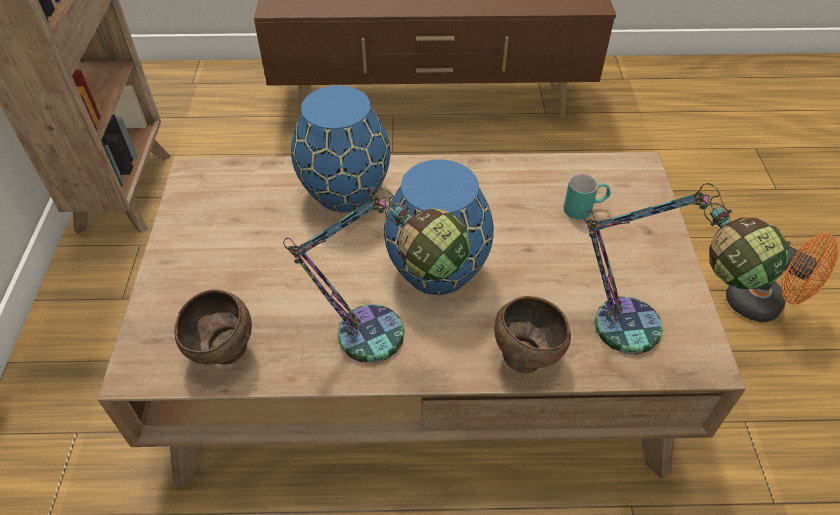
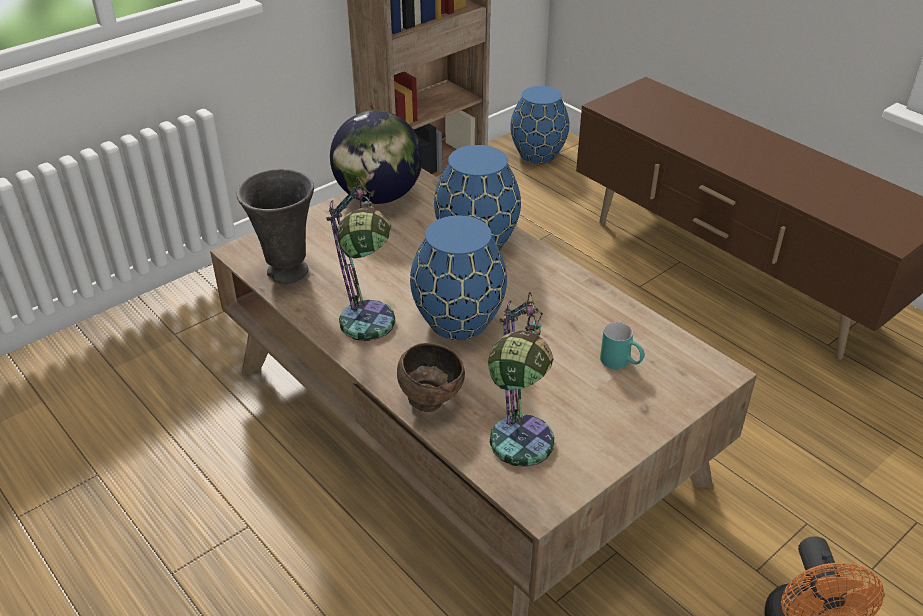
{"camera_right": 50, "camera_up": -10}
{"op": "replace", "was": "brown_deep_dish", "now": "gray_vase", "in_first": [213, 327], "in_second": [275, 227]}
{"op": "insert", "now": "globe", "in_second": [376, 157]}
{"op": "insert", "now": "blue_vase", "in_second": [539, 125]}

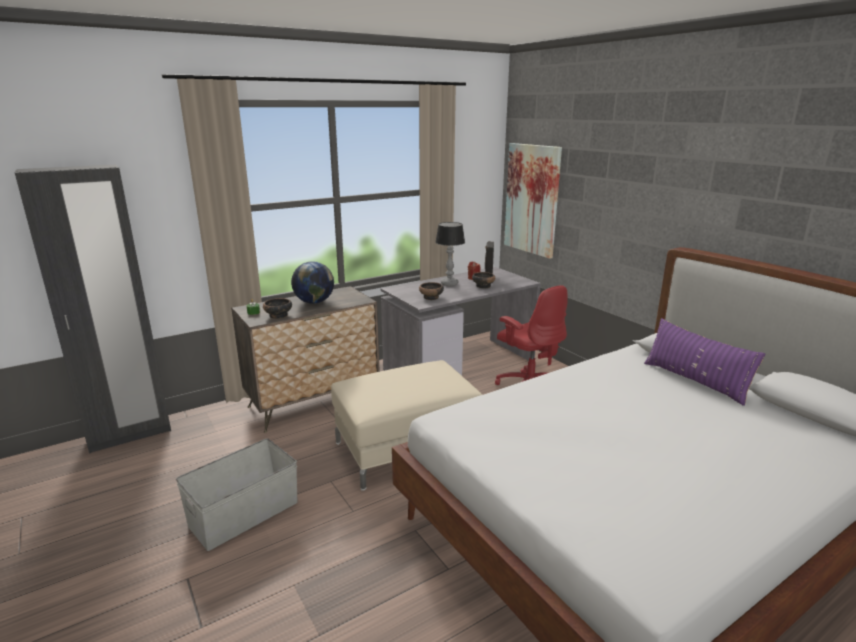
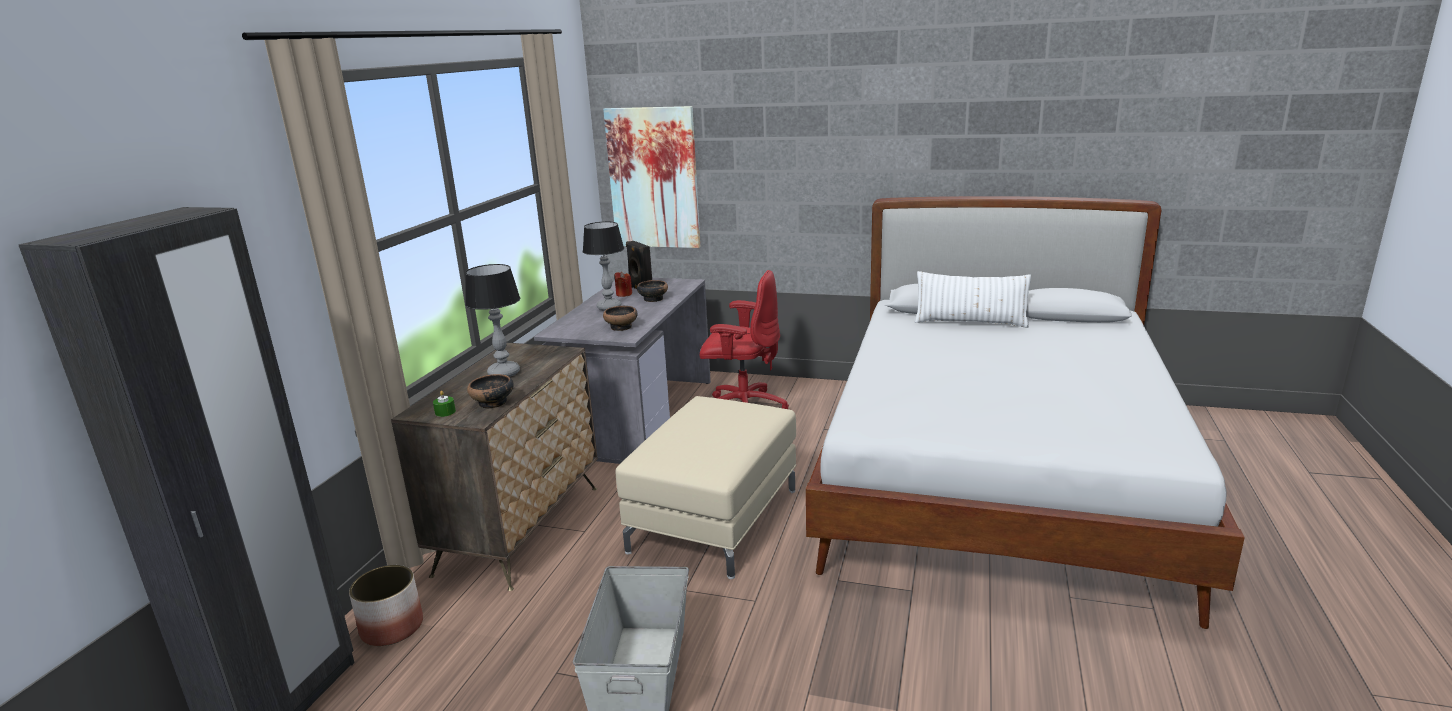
{"camera_right": -40, "camera_up": 0}
{"op": "replace", "was": "globe", "now": "table_lamp", "in_first": [312, 282], "in_second": [492, 320]}
{"op": "recolor", "was": "purple_throw_pillow", "now": "white-coloured_throw_pillow", "in_first": [704, 362], "in_second": [973, 299]}
{"op": "insert", "now": "planter", "in_second": [386, 605]}

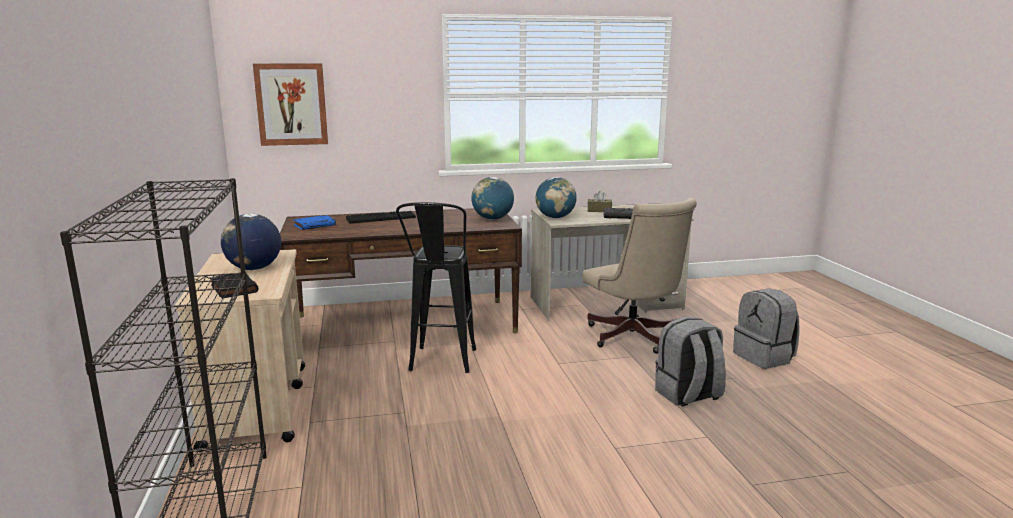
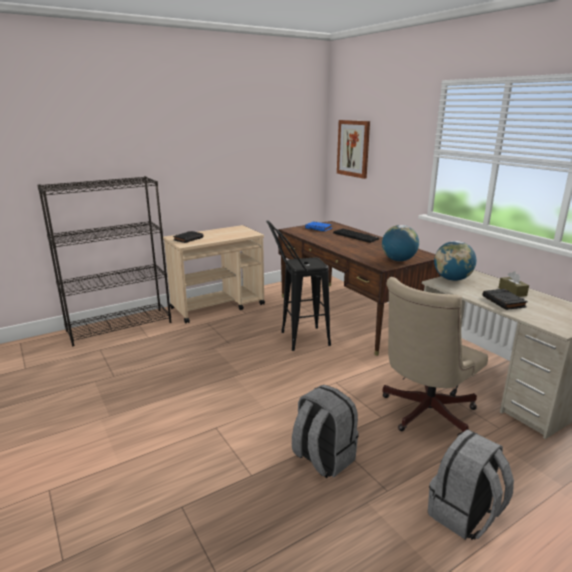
{"camera_right": 70, "camera_up": 5}
{"op": "delete", "was": "globe", "in_first": [251, 242]}

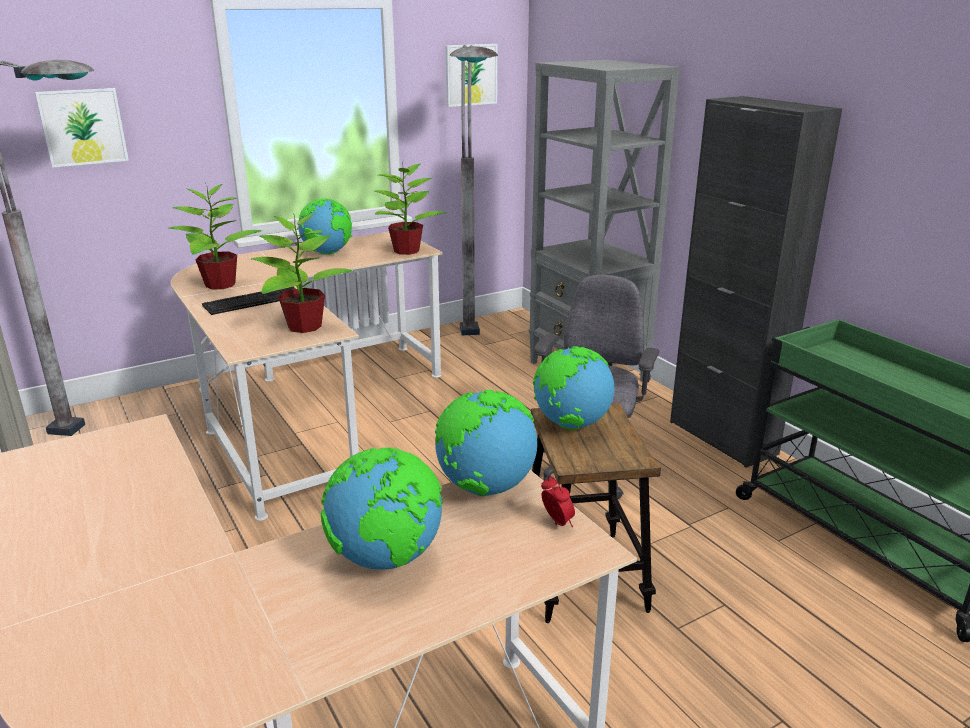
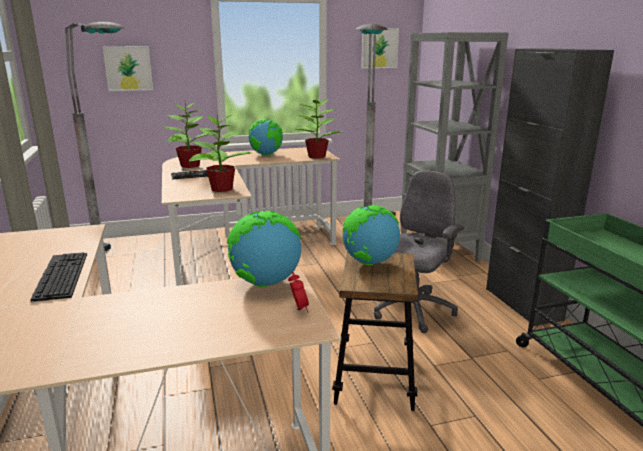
{"camera_right": 15, "camera_up": -5}
{"op": "delete", "was": "globe", "in_first": [382, 508]}
{"op": "insert", "now": "computer_keyboard", "in_second": [58, 277]}

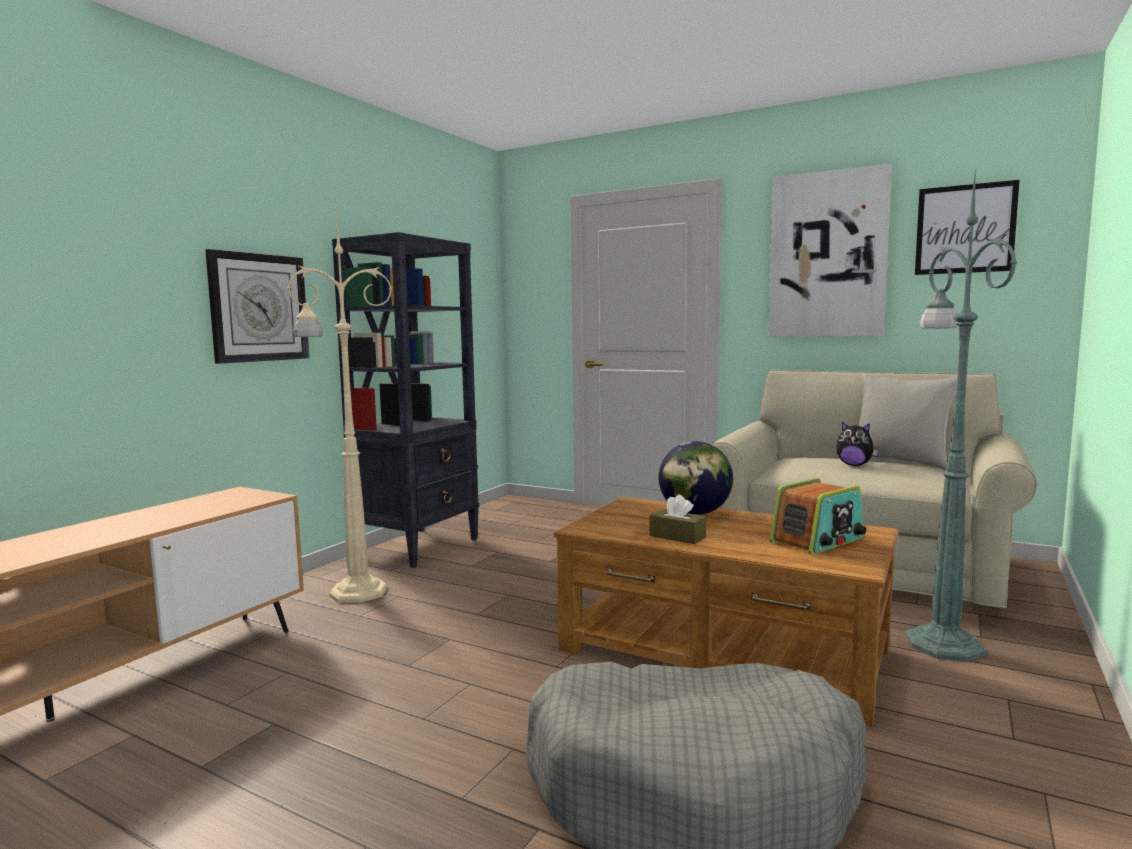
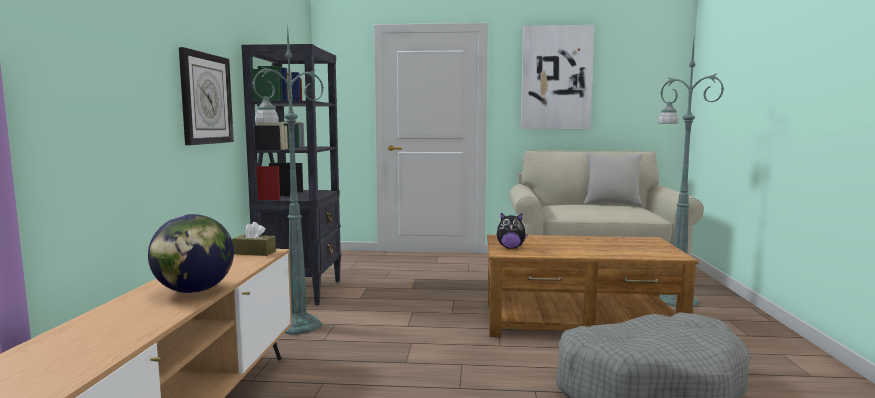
{"camera_right": -25, "camera_up": 0}
{"op": "recolor", "was": "beige-coloured_standard_lamp", "now": "greenish_standard_lamp", "in_first": [339, 406], "in_second": [288, 178]}
{"op": "move", "was": "brown_tissue_holder", "in_first": [678, 519], "in_second": [254, 239]}
{"op": "move", "was": "globe", "in_first": [696, 478], "in_second": [191, 253]}
{"op": "delete", "was": "radio_set", "in_first": [817, 516]}
{"op": "move", "was": "soft_toy", "in_first": [857, 444], "in_second": [512, 231]}
{"op": "delete", "was": "picture", "in_first": [967, 227]}

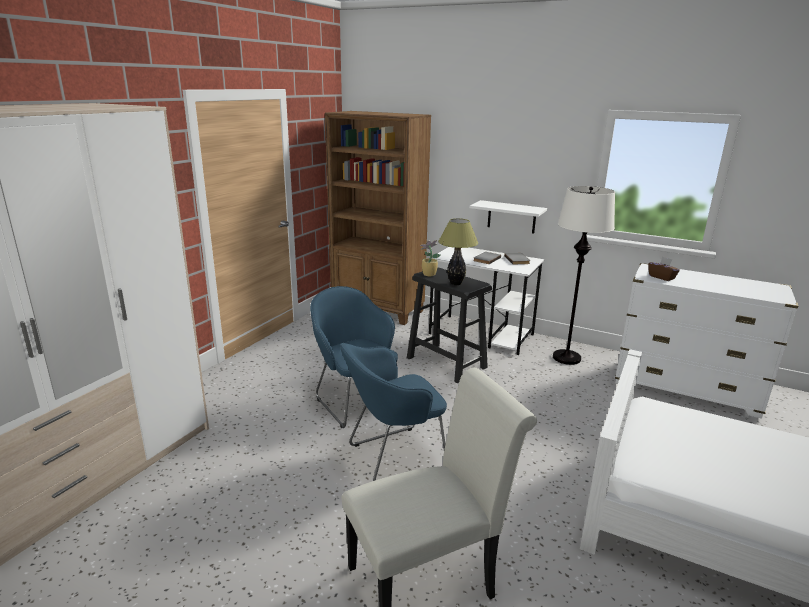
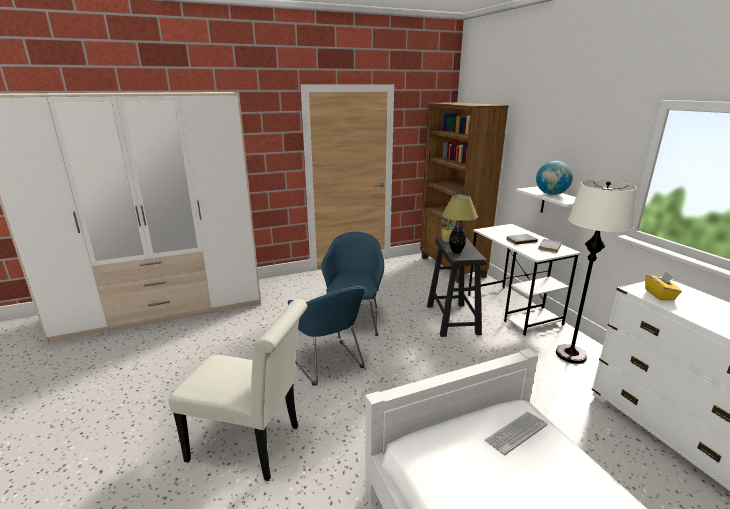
{"camera_right": 40, "camera_up": 0}
{"op": "rotate", "was": "blue_armchair", "in_first": [393, 412], "in_second": [327, 335], "clockwise": -135}
{"op": "recolor", "was": "brown_tissue_holder", "now": "yellow_tissue_holder", "in_first": [664, 269], "in_second": [663, 286]}
{"op": "insert", "now": "computer_keyboard", "in_second": [516, 433]}
{"op": "insert", "now": "globe", "in_second": [554, 178]}

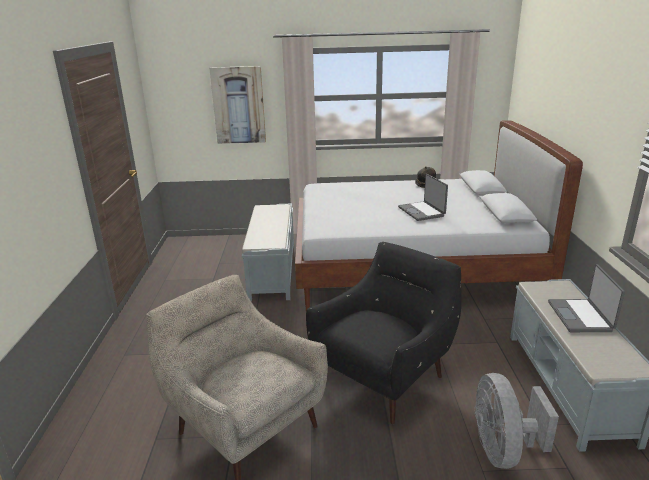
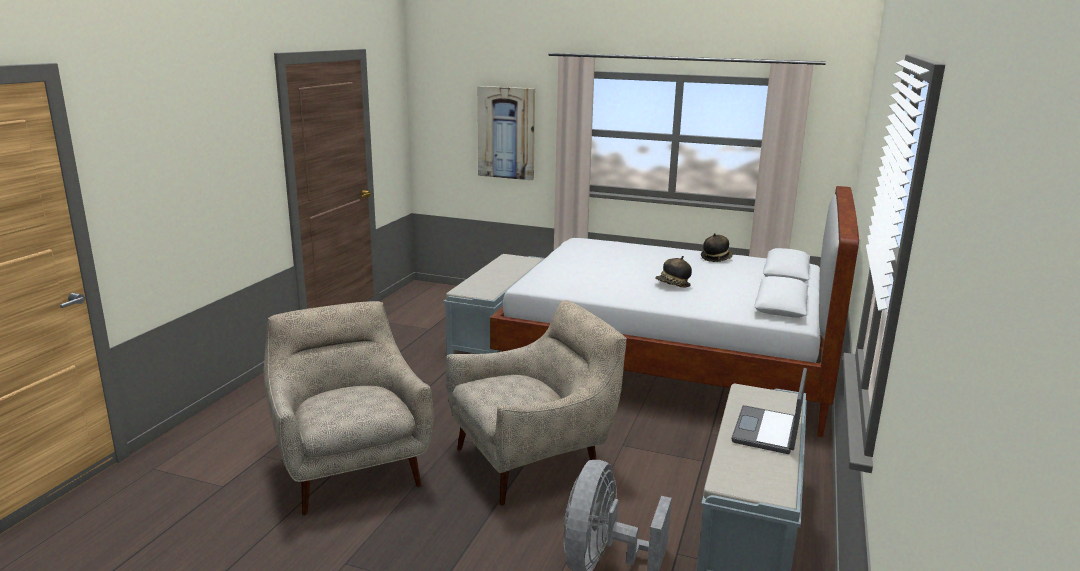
{"camera_right": 20, "camera_up": -5}
{"op": "recolor", "was": "blackish_armchair", "now": "beige-coloured_armchair", "in_first": [383, 333], "in_second": [536, 403]}
{"op": "replace", "was": "notebook_computer", "now": "clothing_hat", "in_first": [423, 197], "in_second": [673, 272]}

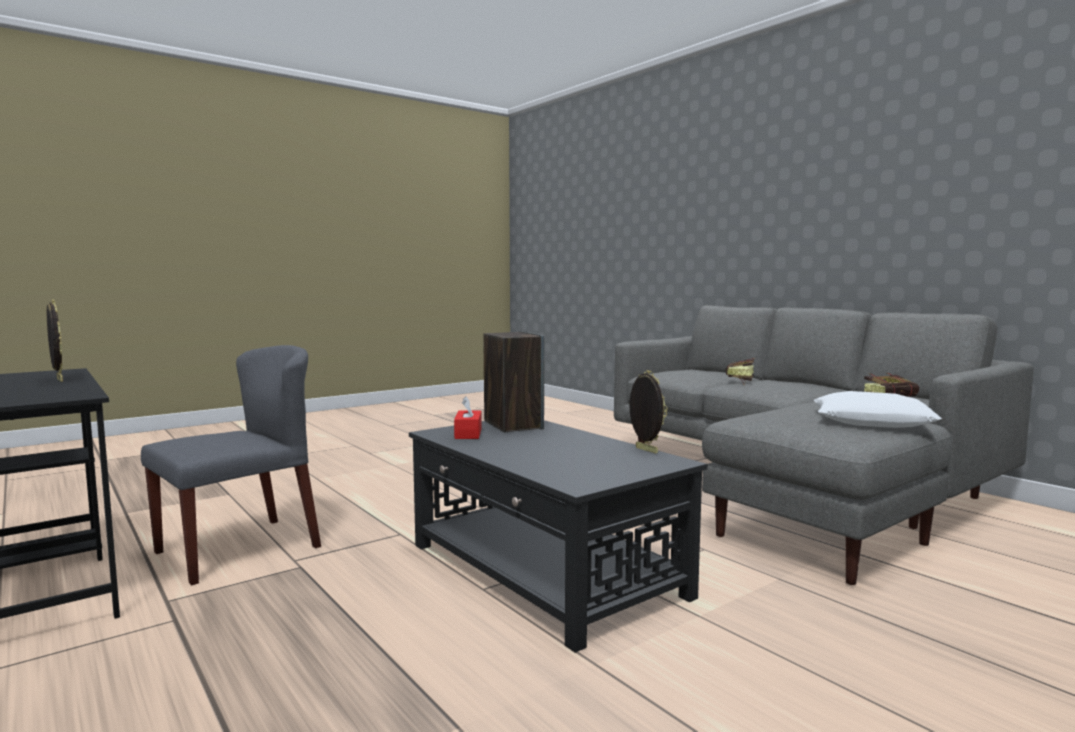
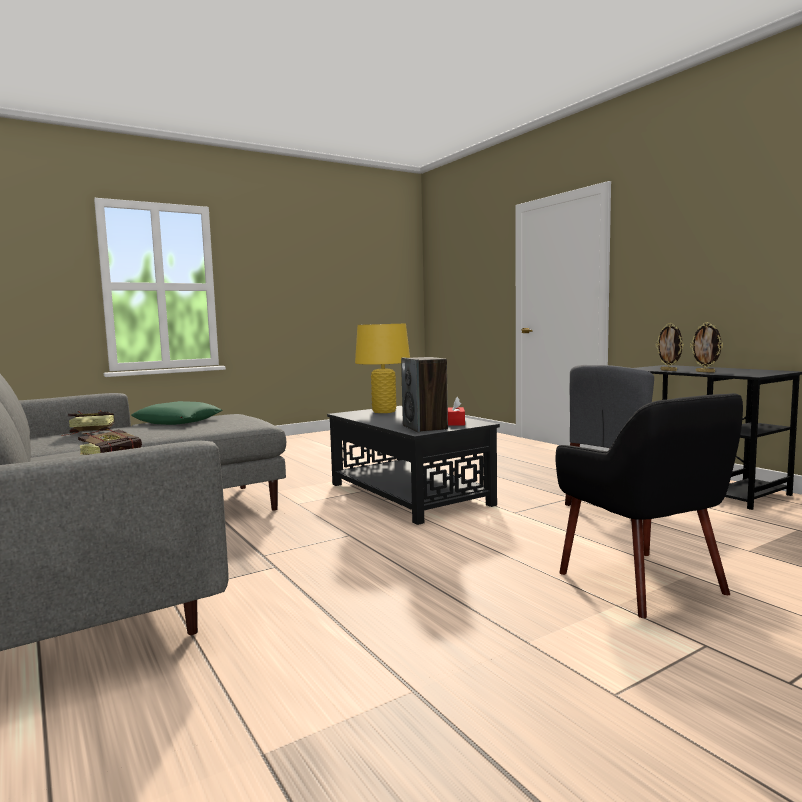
{"camera_right": -175, "camera_up": 0}
{"op": "move", "was": "picture_frame", "in_first": [648, 412], "in_second": [669, 347]}
{"op": "recolor", "was": "white-coloured_throw_pillow", "now": "greenish_throw_pillow", "in_first": [877, 409], "in_second": [176, 413]}
{"op": "insert", "now": "yellow_table_lamp", "in_second": [382, 368]}
{"op": "insert", "now": "blackish_armchair", "in_second": [649, 505]}

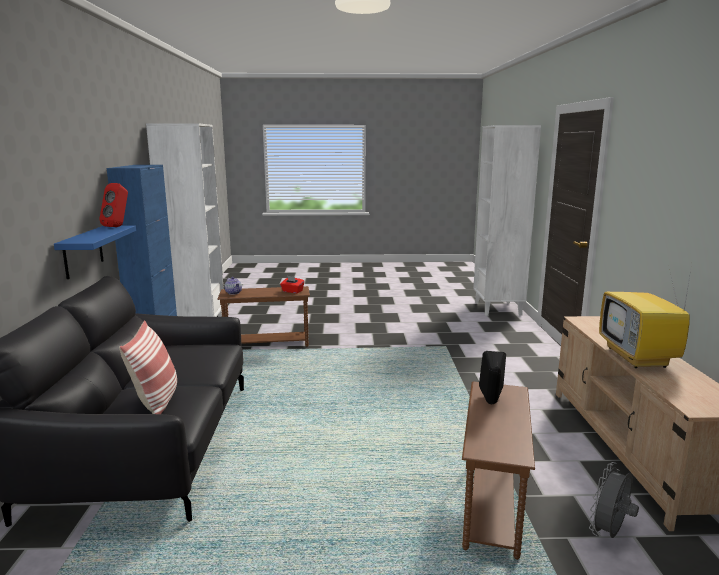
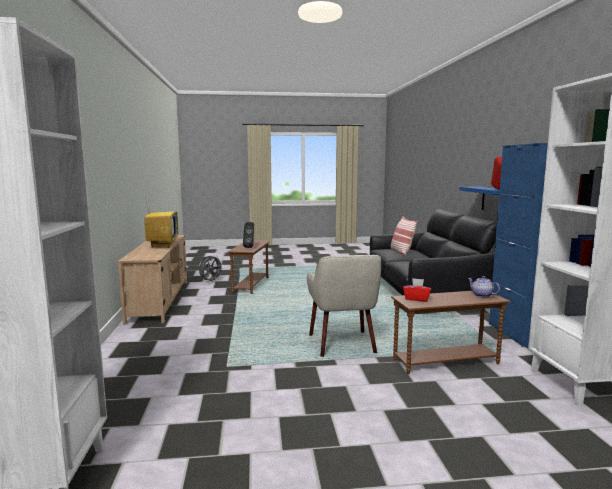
{"camera_right": 175, "camera_up": -5}
{"op": "insert", "now": "beige-coloured_armchair", "in_second": [344, 306]}

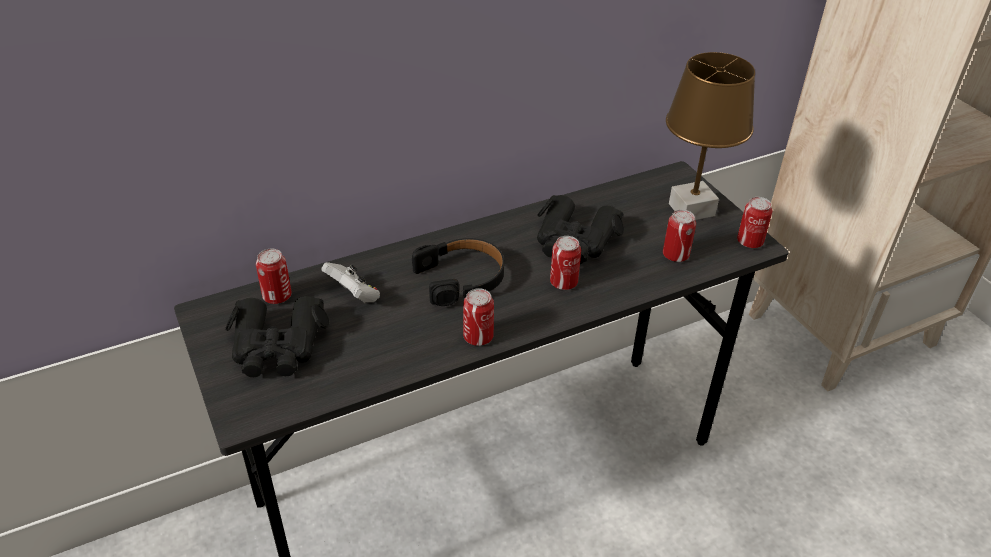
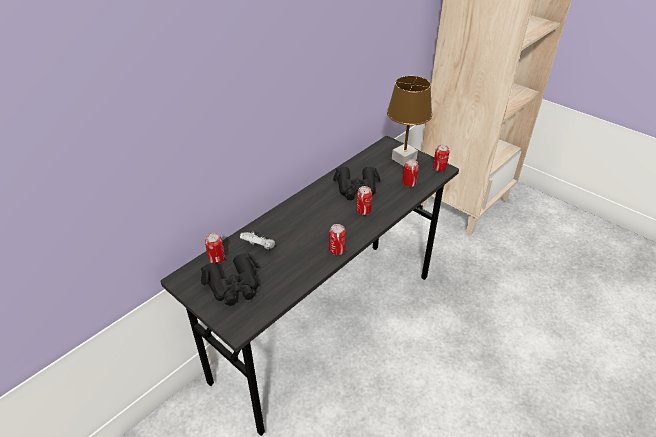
{"camera_right": -20, "camera_up": 0}
{"op": "delete", "was": "blackish_pair_of_headphones", "in_first": [458, 272]}

